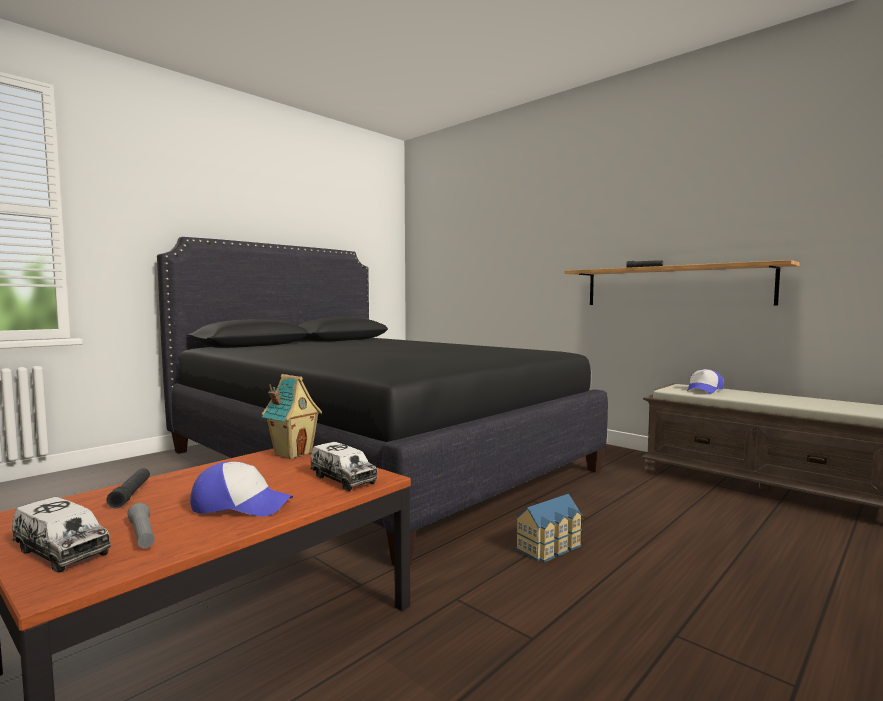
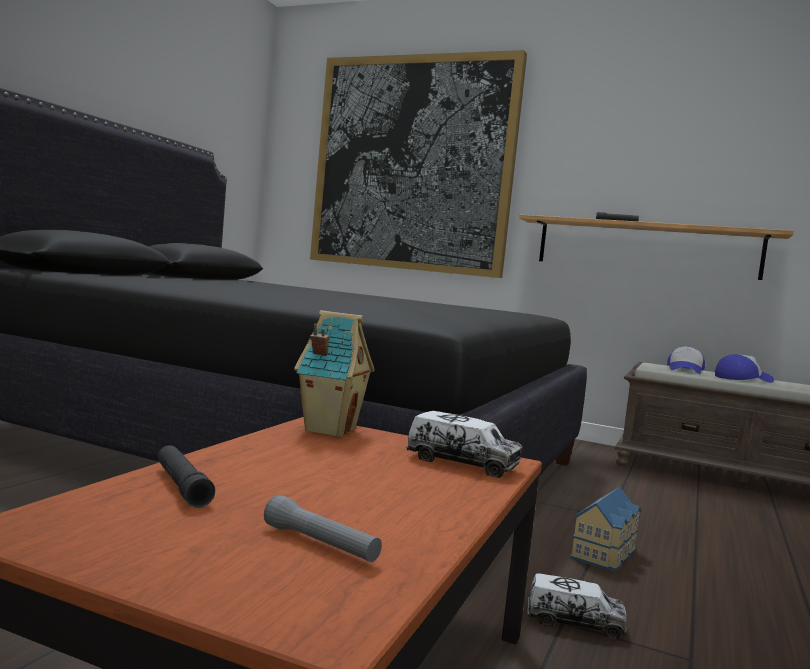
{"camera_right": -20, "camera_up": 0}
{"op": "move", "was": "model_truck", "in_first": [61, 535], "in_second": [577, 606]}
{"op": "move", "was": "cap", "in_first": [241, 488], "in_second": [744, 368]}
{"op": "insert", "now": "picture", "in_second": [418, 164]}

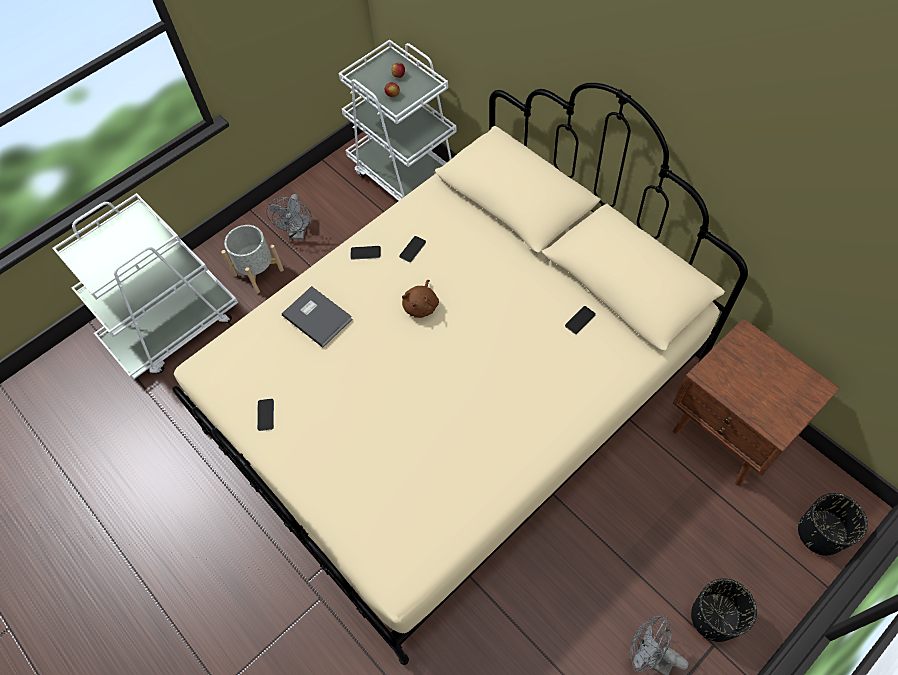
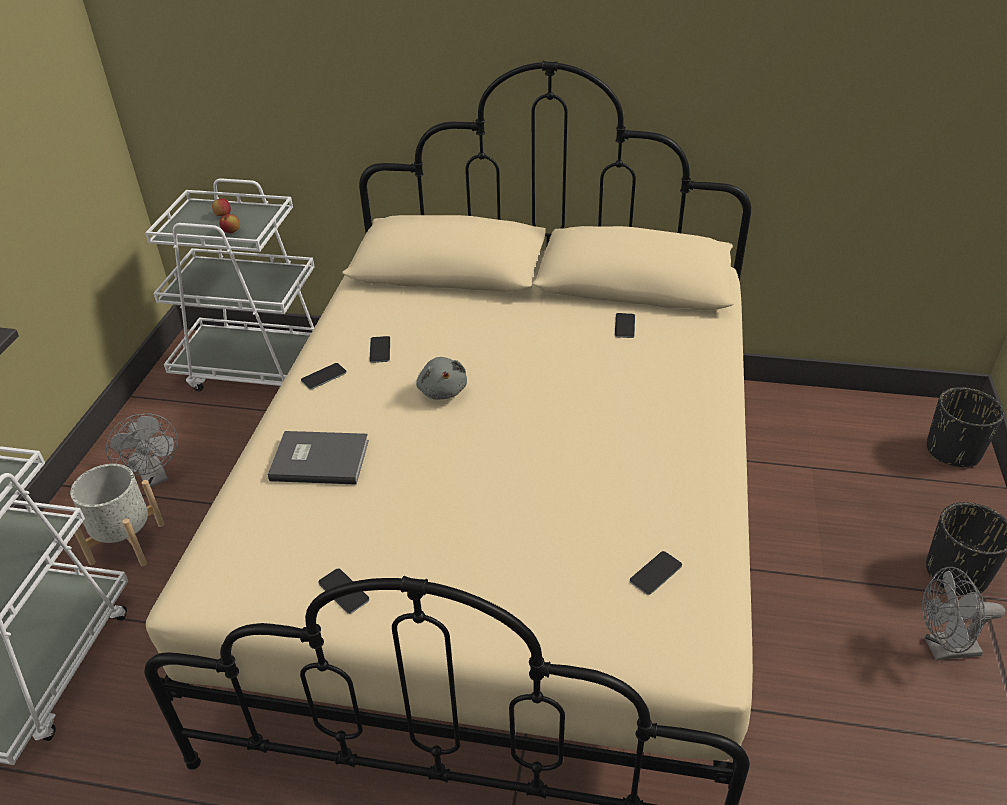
{"camera_right": -40, "camera_up": -20}
{"op": "recolor", "was": "brown_soft_toy", "now": "gray_soft_toy", "in_first": [420, 299], "in_second": [441, 378]}
{"op": "delete", "was": "brown_night_table", "in_first": [756, 402]}
{"op": "insert", "now": "telephone", "in_second": [656, 573]}

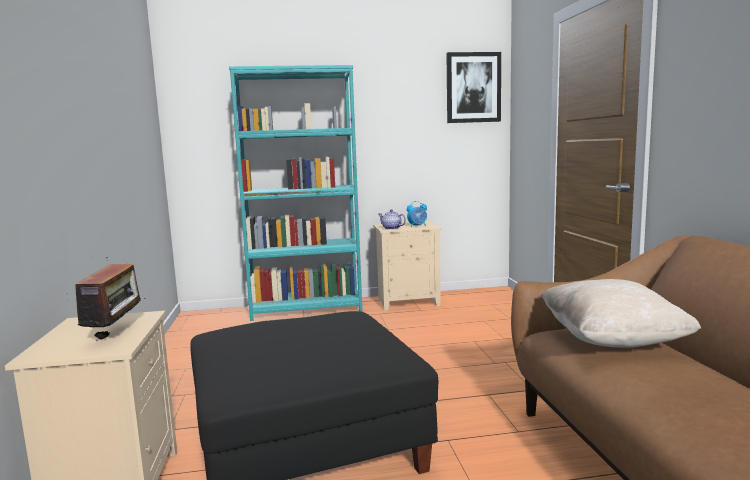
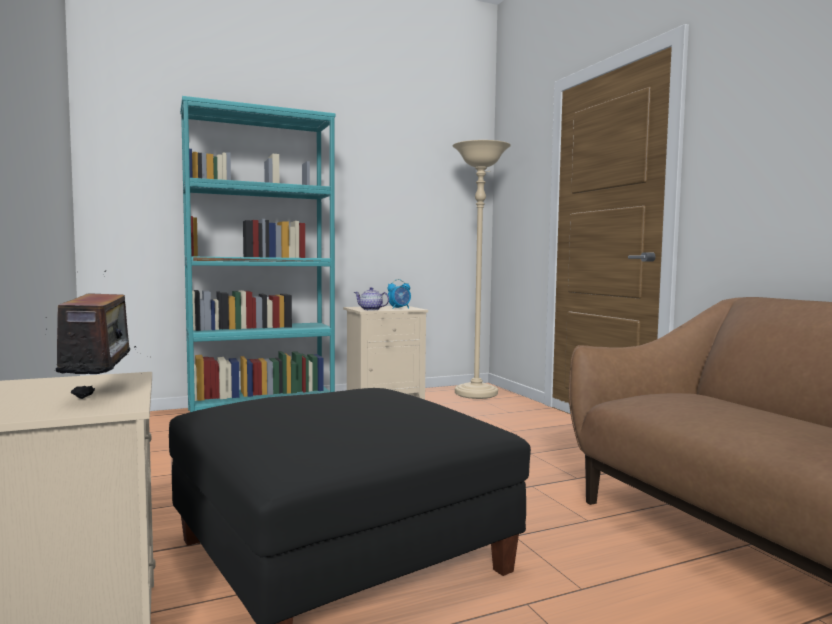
{"camera_right": -15, "camera_up": -5}
{"op": "delete", "was": "picture", "in_first": [473, 87]}
{"op": "delete", "was": "beige-coloured_throw_pillow", "in_first": [620, 313]}
{"op": "insert", "now": "beige-coloured_standard_lamp", "in_second": [482, 269]}

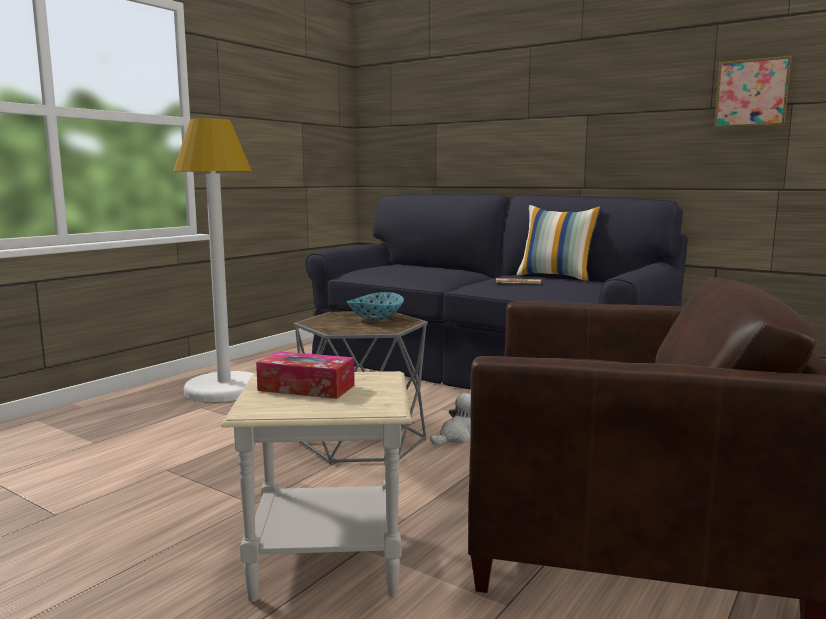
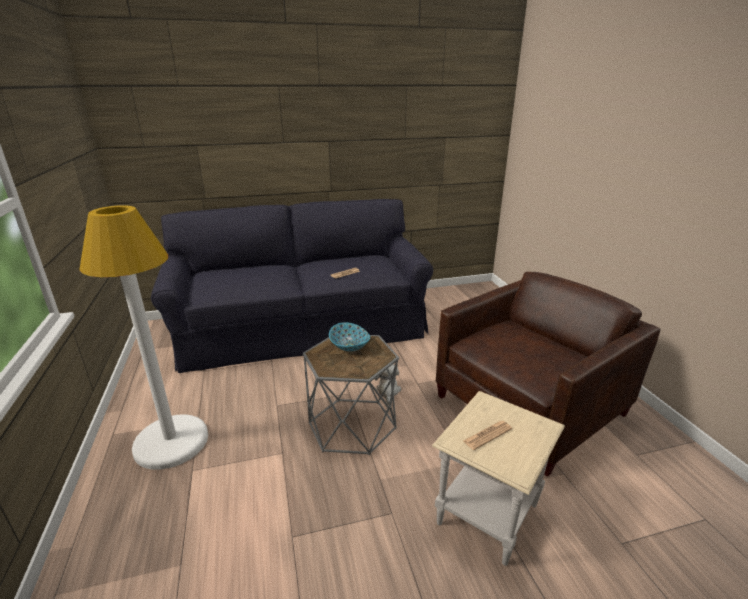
{"camera_right": -50, "camera_up": 15}
{"op": "replace", "was": "tissue_holder", "now": "daily_paper", "in_first": [305, 375], "in_second": [488, 435]}
{"op": "delete", "was": "throw_pillow", "in_first": [559, 243]}
{"op": "delete", "was": "picture", "in_first": [753, 92]}

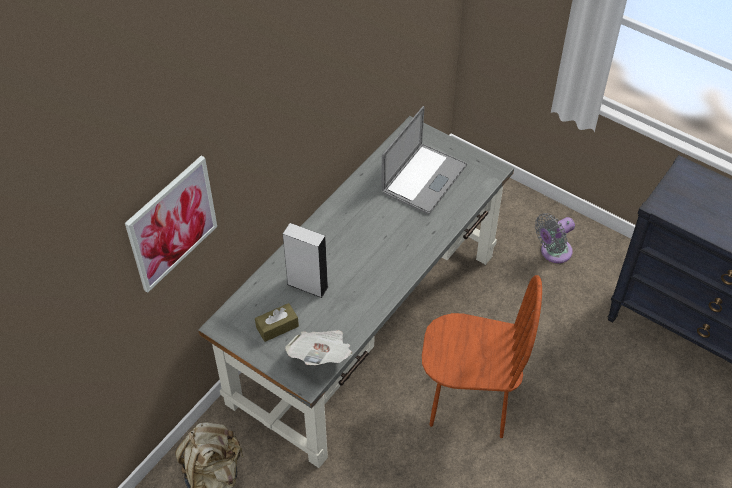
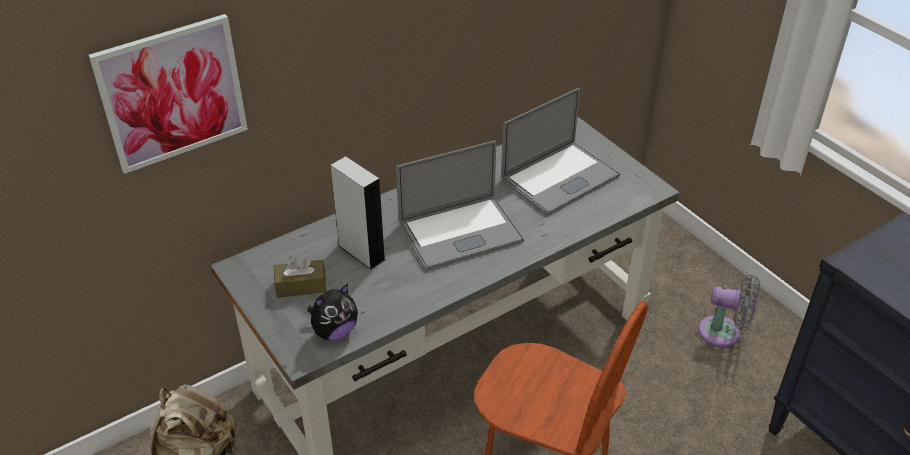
{"camera_right": 20, "camera_up": -10}
{"op": "replace", "was": "daily_paper", "now": "soft_toy", "in_first": [319, 347], "in_second": [332, 312]}
{"op": "rotate", "was": "gray_cooling_fan", "in_first": [555, 238], "in_second": [729, 311], "clockwise": -150}
{"op": "insert", "now": "notebook_computer", "in_second": [460, 205]}

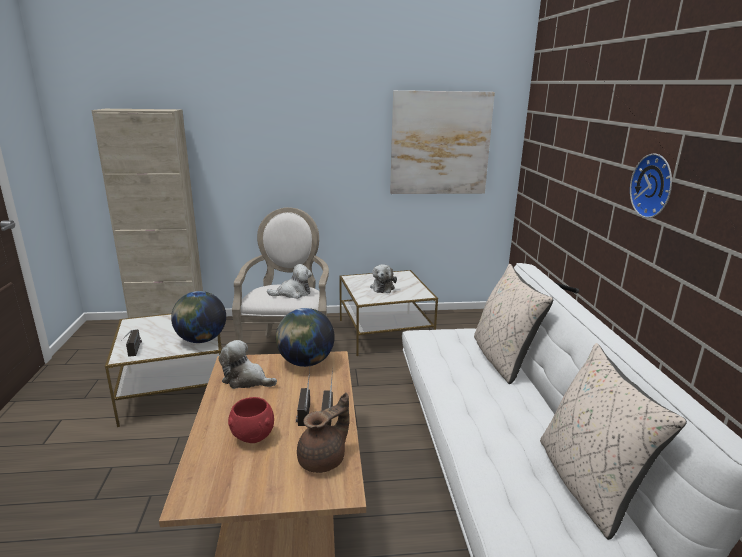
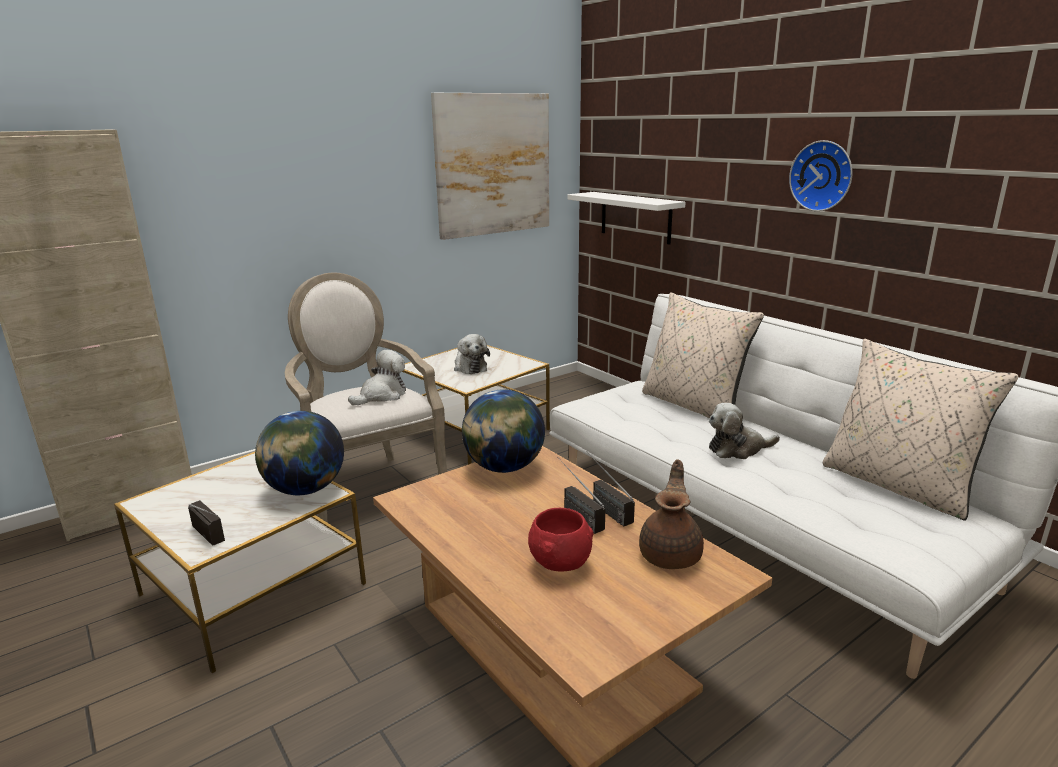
{"camera_right": -30, "camera_up": 0}
{"op": "move", "was": "soft_toy", "in_first": [248, 364], "in_second": [744, 431]}
{"op": "insert", "now": "white-coloured_wall_shelf", "in_second": [626, 218]}

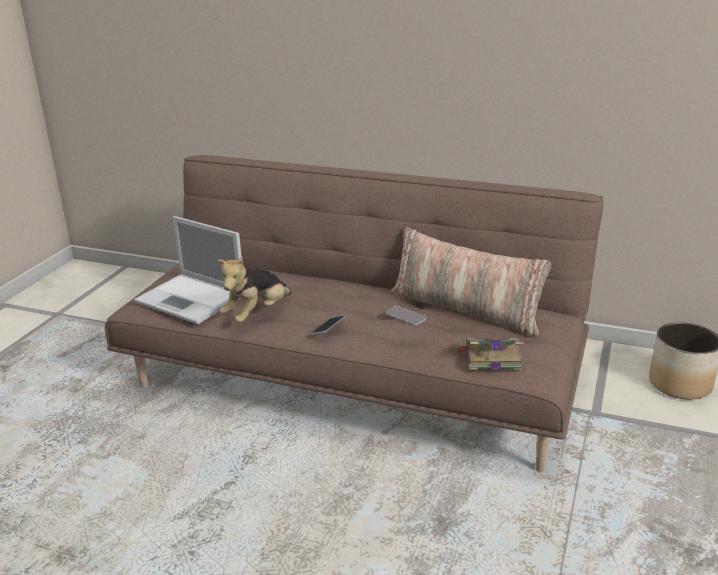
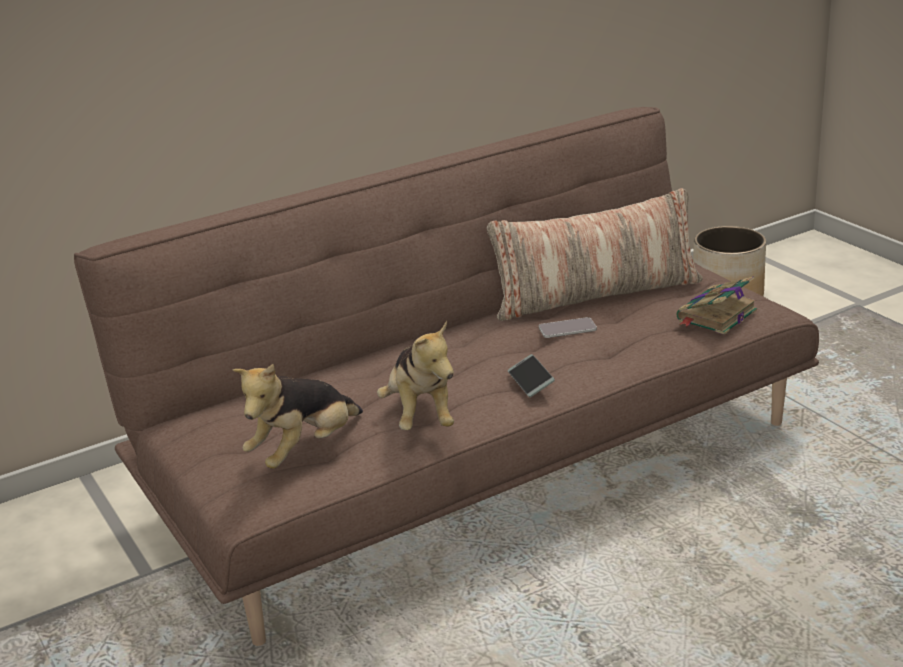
{"camera_right": -50, "camera_up": 0}
{"op": "replace", "was": "notebook_computer", "now": "soft_toy", "in_first": [187, 270], "in_second": [298, 416]}

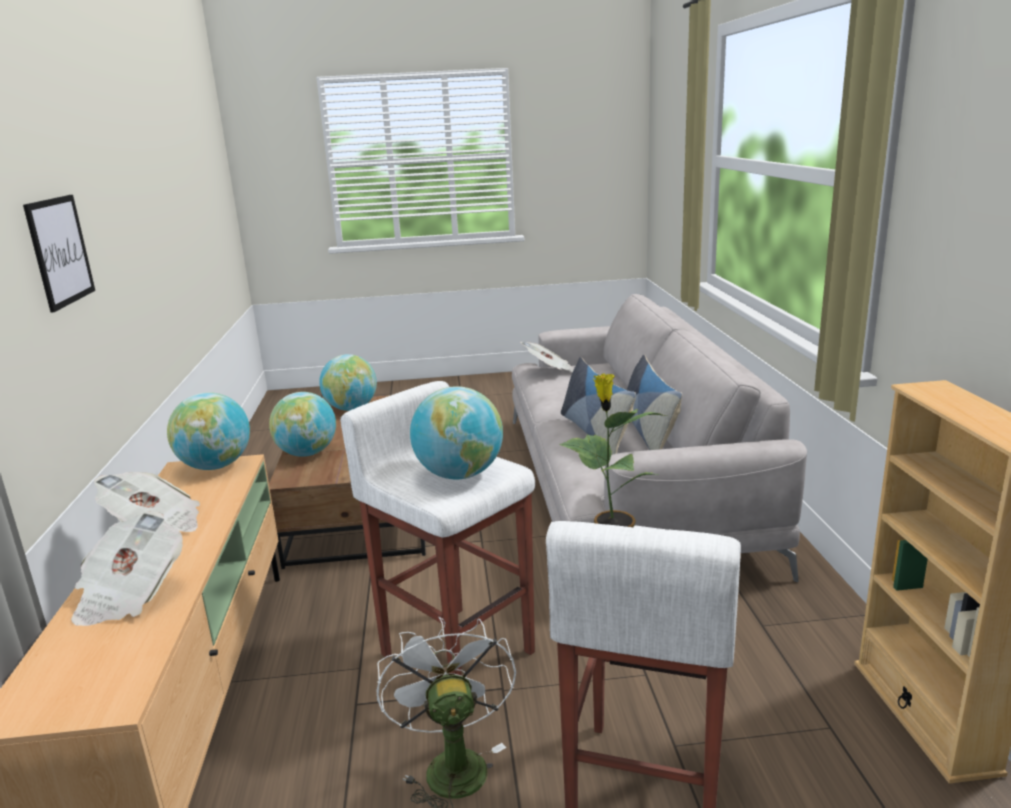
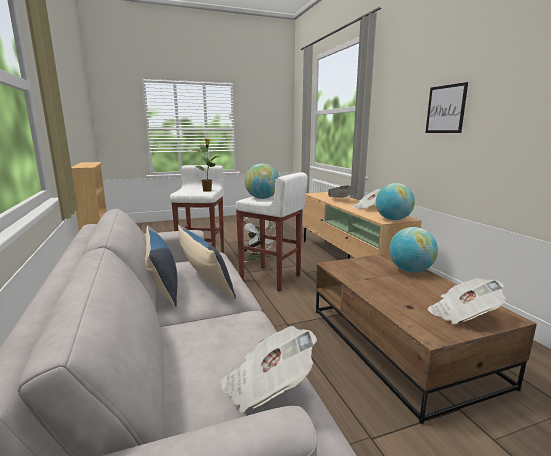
{"camera_right": 165, "camera_up": -5}
{"op": "replace", "was": "globe", "now": "daily_paper", "in_first": [348, 382], "in_second": [467, 301]}

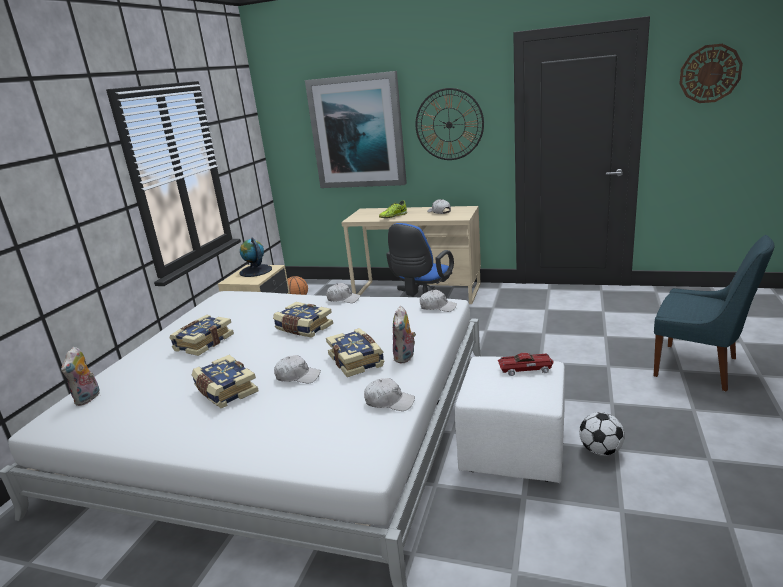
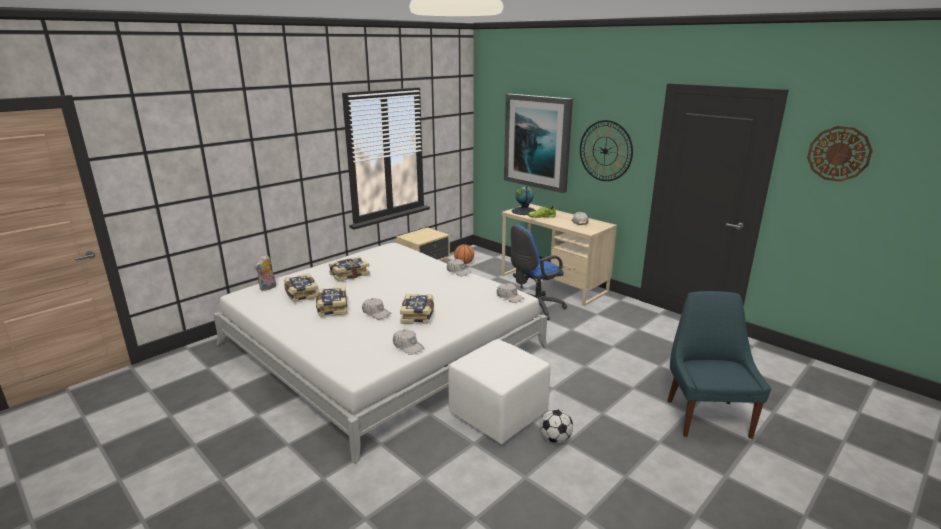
{"camera_right": 25, "camera_up": 0}
{"op": "move", "was": "globe", "in_first": [255, 257], "in_second": [523, 200]}
{"op": "move", "was": "bound_book", "in_first": [303, 320], "in_second": [301, 288]}
{"op": "delete", "was": "soft_toy", "in_first": [404, 334]}
{"op": "delete", "was": "toy_car", "in_first": [526, 364]}
{"op": "rotate", "was": "blue_upright_chair", "in_first": [714, 313], "in_second": [719, 365], "clockwise": -150}

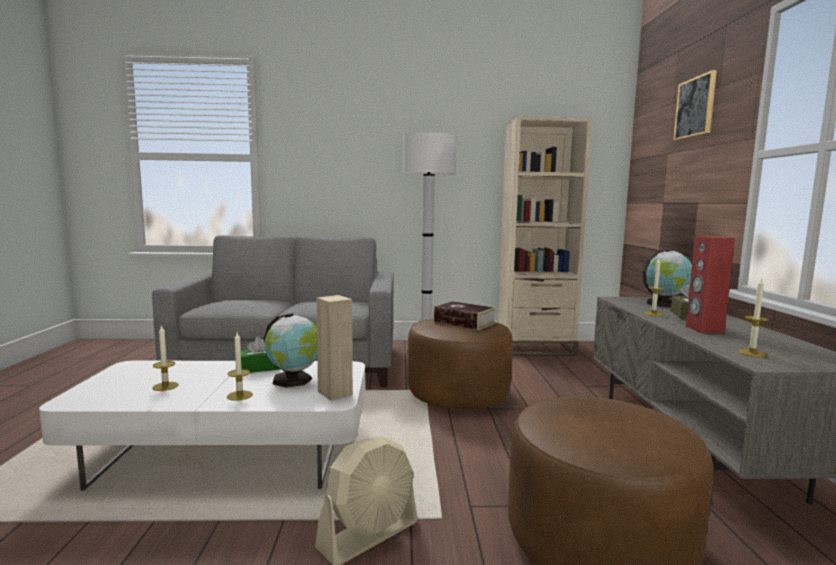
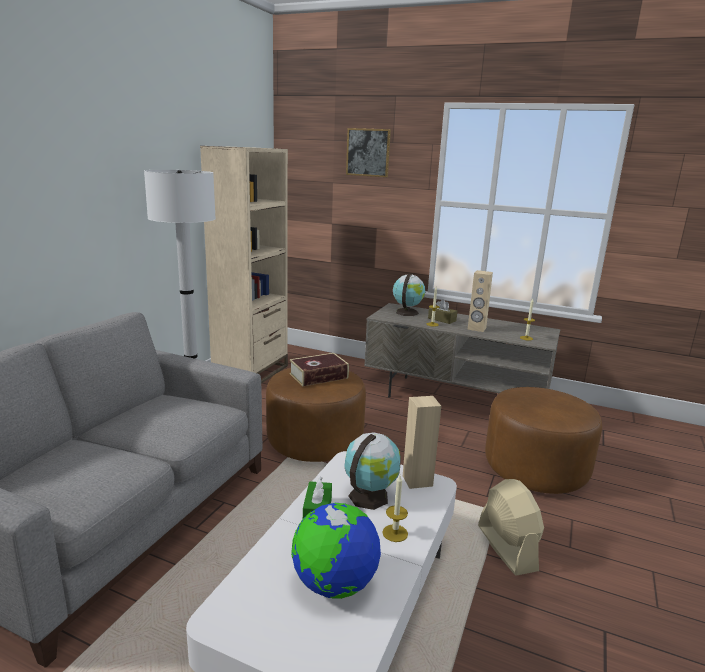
{"camera_right": -65, "camera_up": 10}
{"op": "replace", "was": "candle", "now": "globe", "in_first": [165, 358], "in_second": [336, 551]}
{"op": "recolor", "was": "red_audio_speaker", "now": "beige-coloured_audio_speaker", "in_first": [710, 284], "in_second": [480, 301]}

